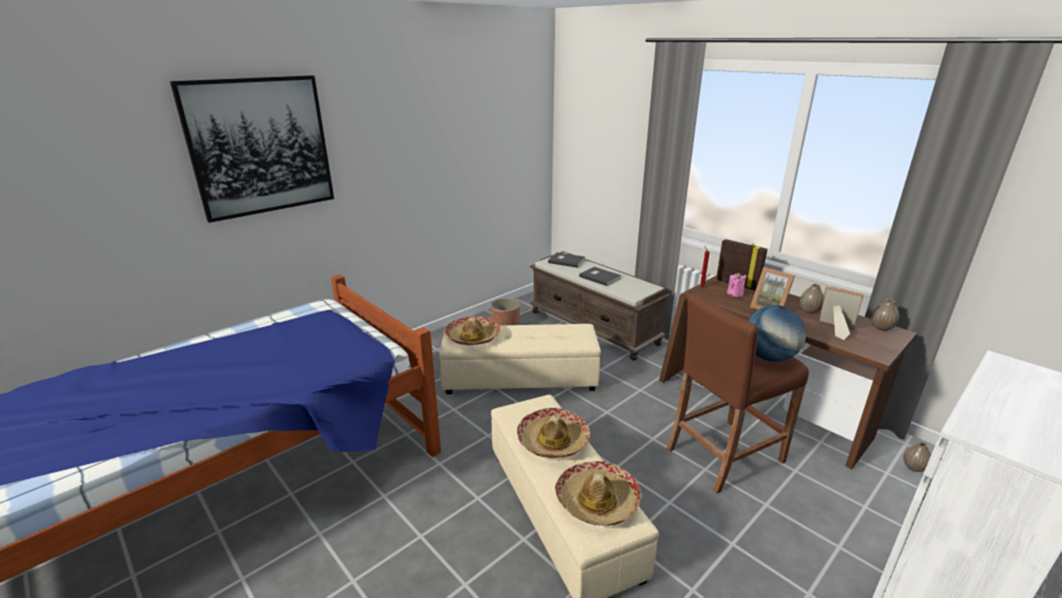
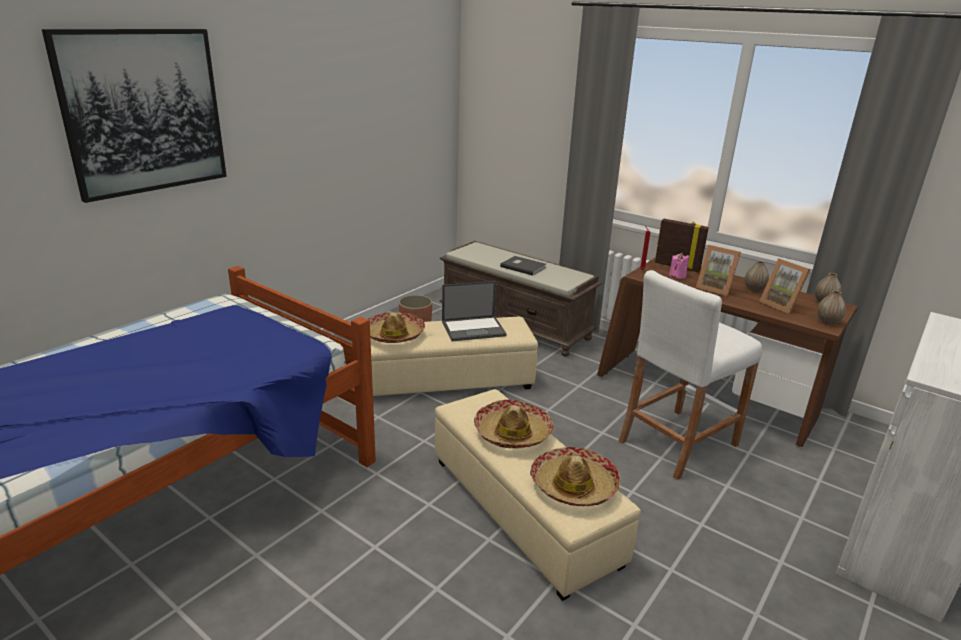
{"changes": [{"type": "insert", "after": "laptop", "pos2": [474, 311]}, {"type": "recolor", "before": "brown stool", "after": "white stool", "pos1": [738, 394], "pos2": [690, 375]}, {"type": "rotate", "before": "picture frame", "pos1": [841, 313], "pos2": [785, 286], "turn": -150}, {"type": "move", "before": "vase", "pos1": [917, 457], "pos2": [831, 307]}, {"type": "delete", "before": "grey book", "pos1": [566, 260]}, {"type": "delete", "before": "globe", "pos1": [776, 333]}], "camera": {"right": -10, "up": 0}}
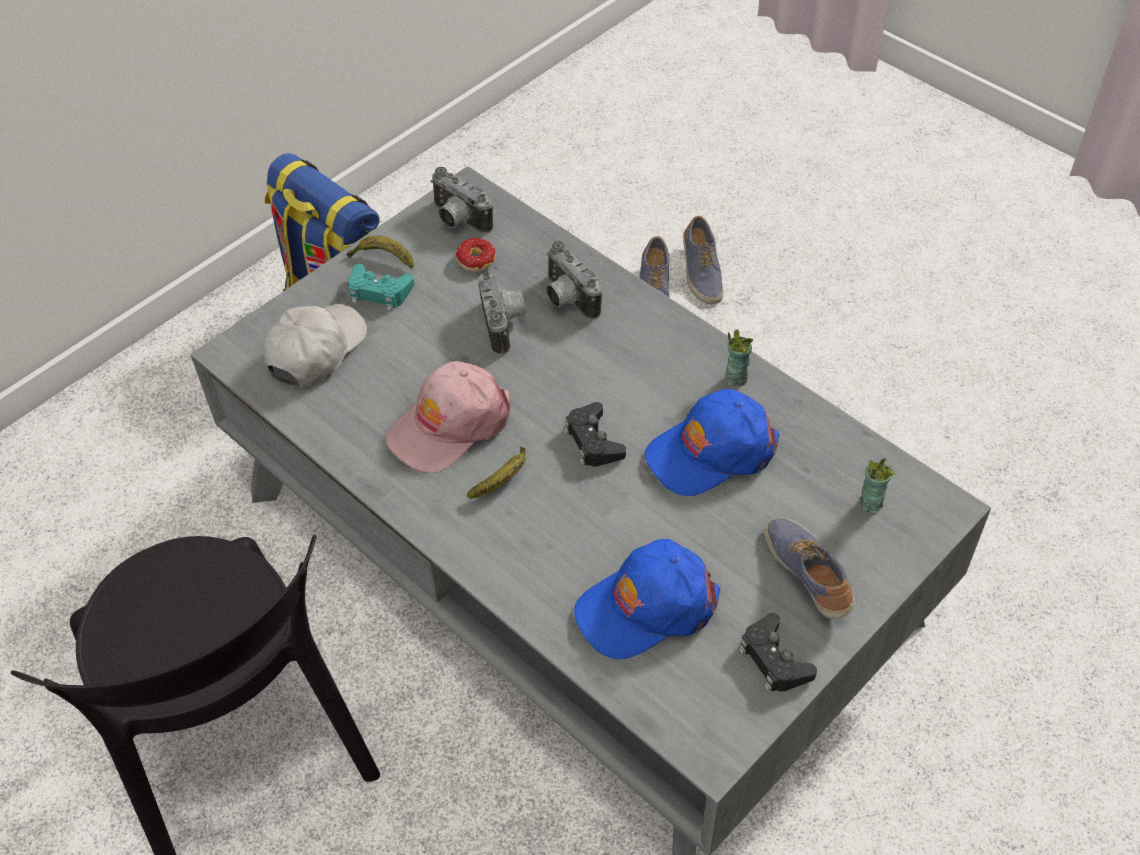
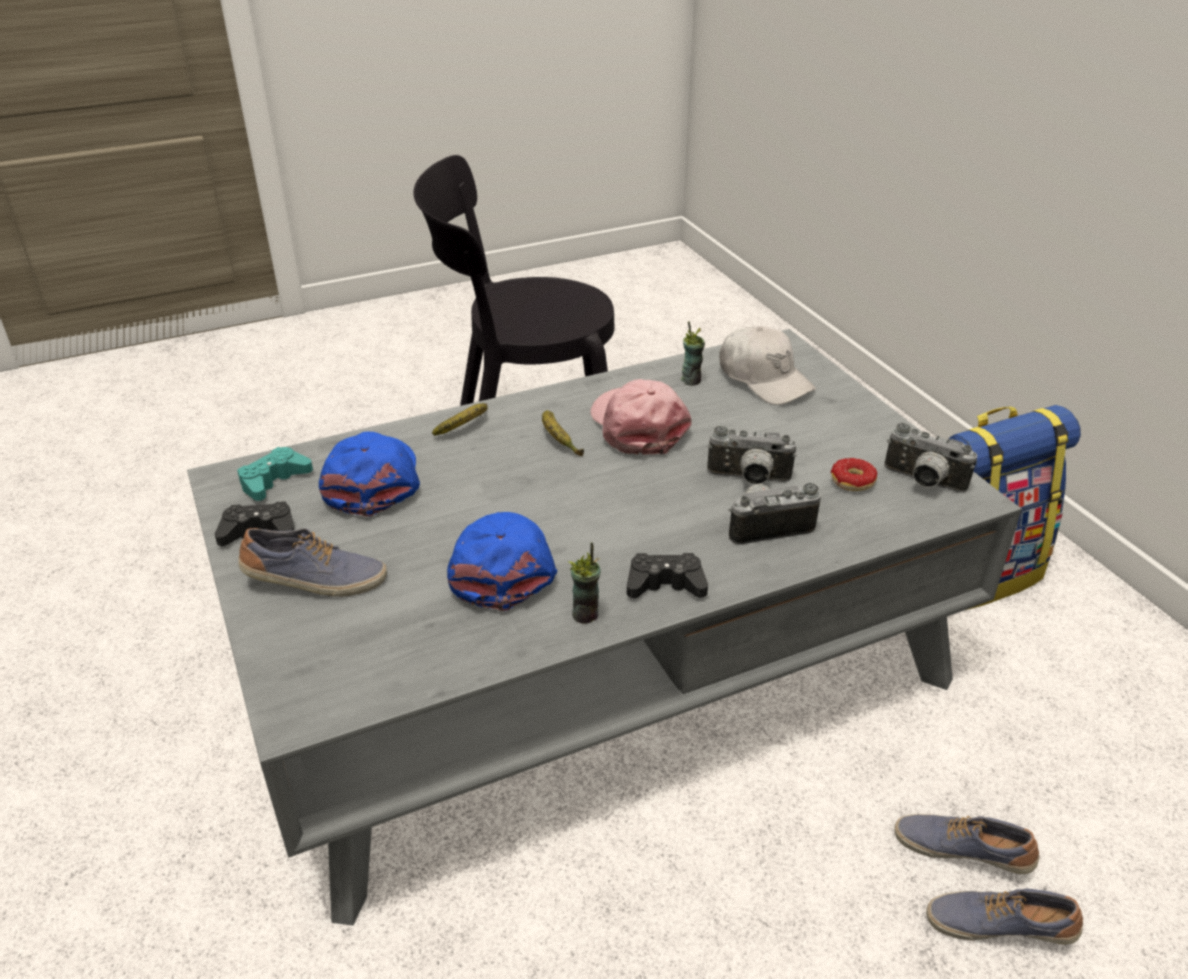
{"changes": [{"type": "move", "before": "turquoise game controller", "pos1": [381, 287], "pos2": [275, 474]}, {"type": "move", "before": "banana", "pos1": [380, 252], "pos2": [460, 419]}, {"type": "move", "before": "black game controller", "pos1": [595, 434], "pos2": [667, 575]}, {"type": "move", "before": "cup", "pos1": [877, 486], "pos2": [693, 353]}, {"type": "rotate", "before": "photo camera", "pos1": [461, 200], "pos2": [930, 458], "turn": -120}], "camera": {"right": 110, "up": -15}}
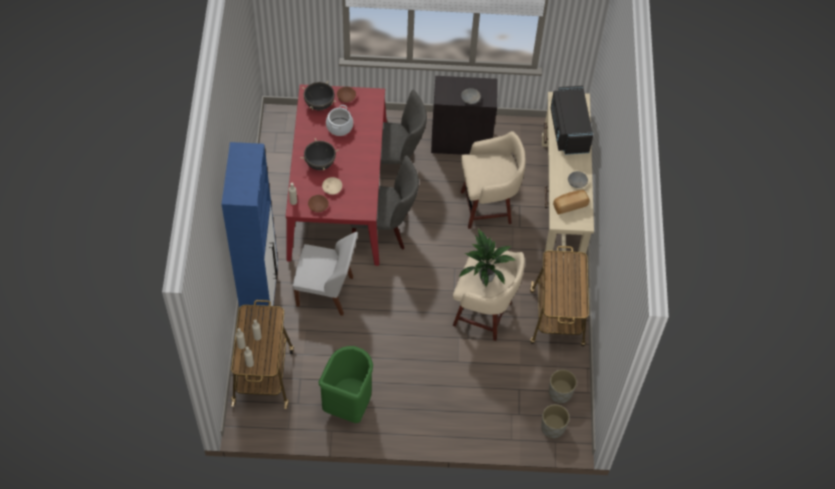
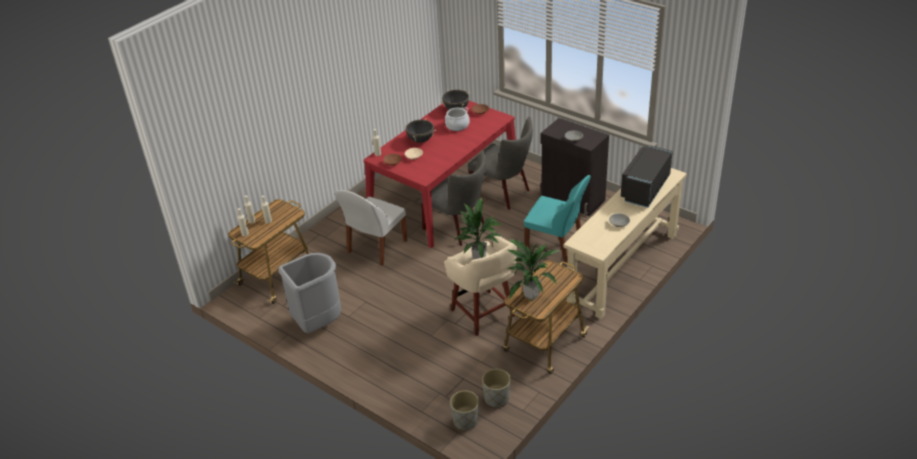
{"changes": [{"type": "recolor", "before": "green trash can", "after": "grey trash can", "pos1": [346, 384], "pos2": [309, 293]}, {"type": "rotate", "before": "white chair", "pos1": [325, 274], "pos2": [370, 228], "turn": 75}, {"type": "insert", "after": "potted plant", "pos2": [533, 270]}, {"type": "replace", "before": "beige stool", "after": "turquoise chair", "pos1": [493, 180], "pos2": [557, 219]}, {"type": "delete", "before": "blue cabinet", "pos1": [249, 233]}, {"type": "delete", "before": "bread", "pos1": [571, 202]}], "camera": {"right": 40, "up": -20}}
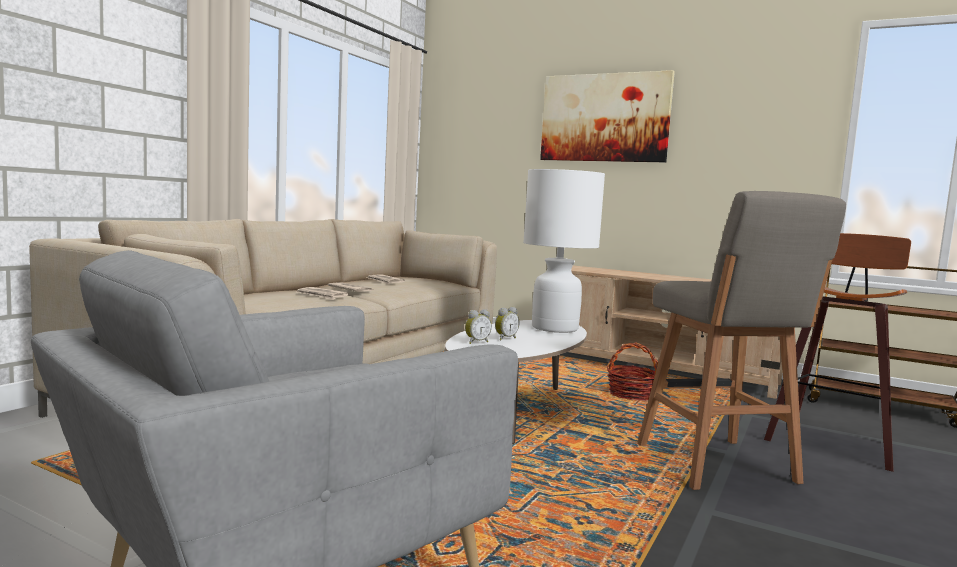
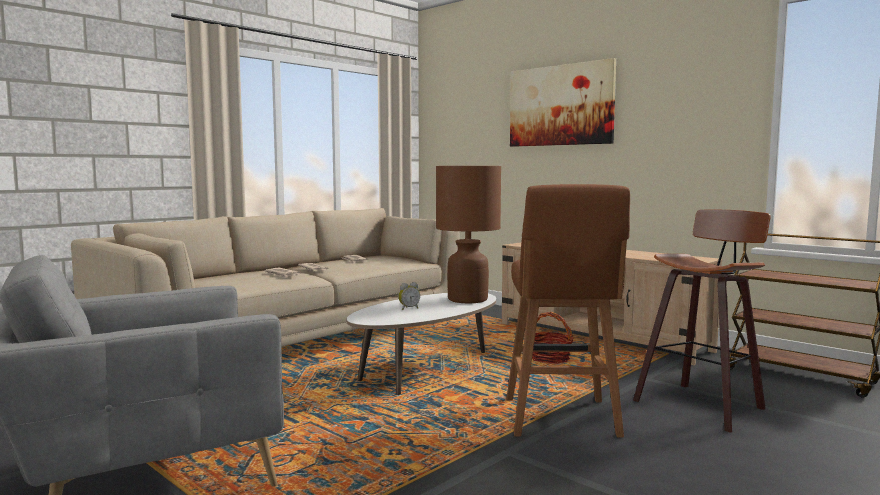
{"changes": [{"type": "recolor", "before": "white table lamp", "after": "brown table lamp", "pos1": [564, 251], "pos2": [468, 234]}, {"type": "recolor", "before": "grey stool", "after": "brown stool", "pos1": [741, 340], "pos2": [568, 311]}, {"type": "delete", "before": "alarm clock", "pos1": [478, 326]}], "camera": {"right": 15, "up": 0}}
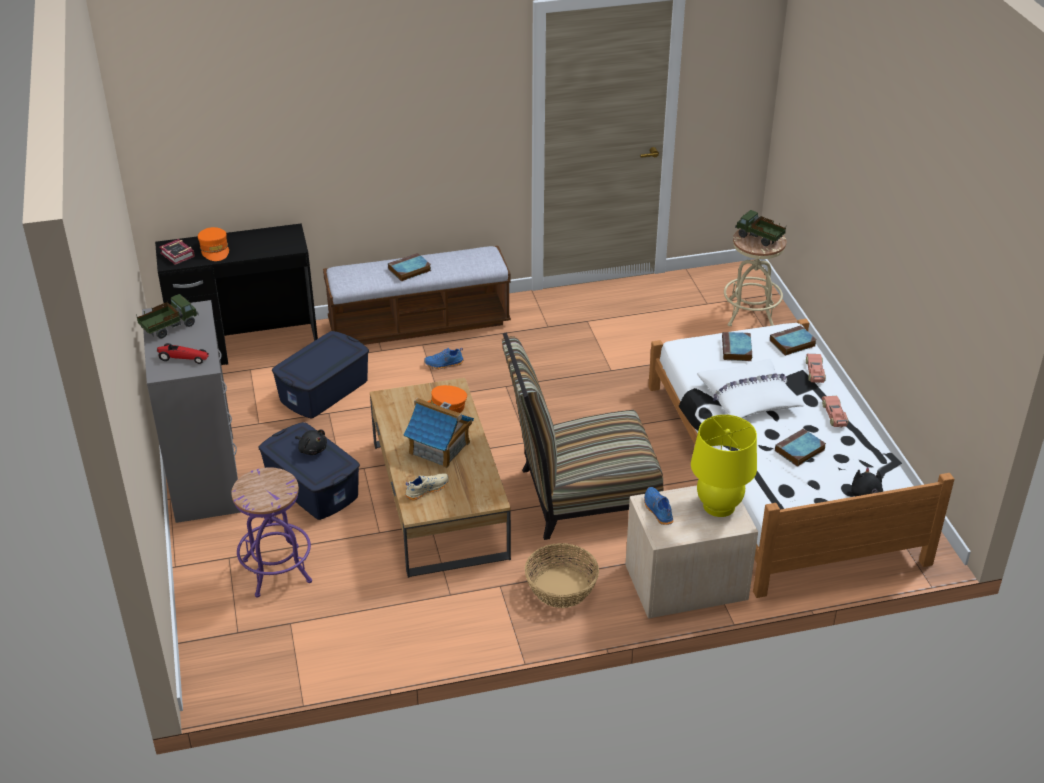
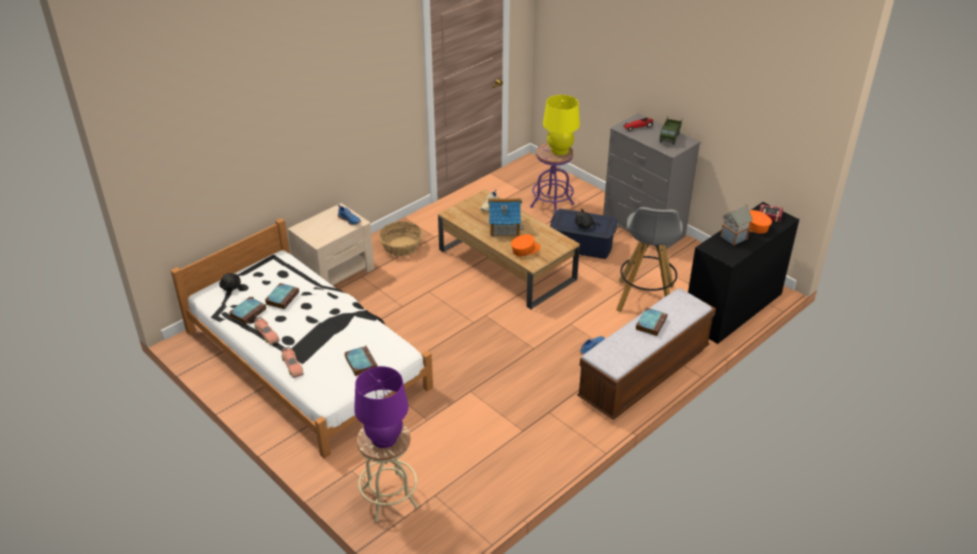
{"changes": [{"type": "move", "before": "book", "pos1": [793, 340], "pos2": [247, 311]}, {"type": "replace", "before": "toy truck", "after": "purple table lamp", "pos1": [760, 228], "pos2": [381, 407]}, {"type": "move", "before": "yellow table lamp", "pos1": [724, 466], "pos2": [561, 125]}, {"type": "replace", "before": "blue storage box", "after": "grey stool", "pos1": [320, 374], "pos2": [649, 259]}, {"type": "insert", "after": "toy house", "pos2": [736, 225]}, {"type": "delete", "before": "chair", "pos1": [582, 436]}, {"type": "delete", "before": "white pillow", "pos1": [751, 388]}], "camera": {"right": 150, "up": 0}}
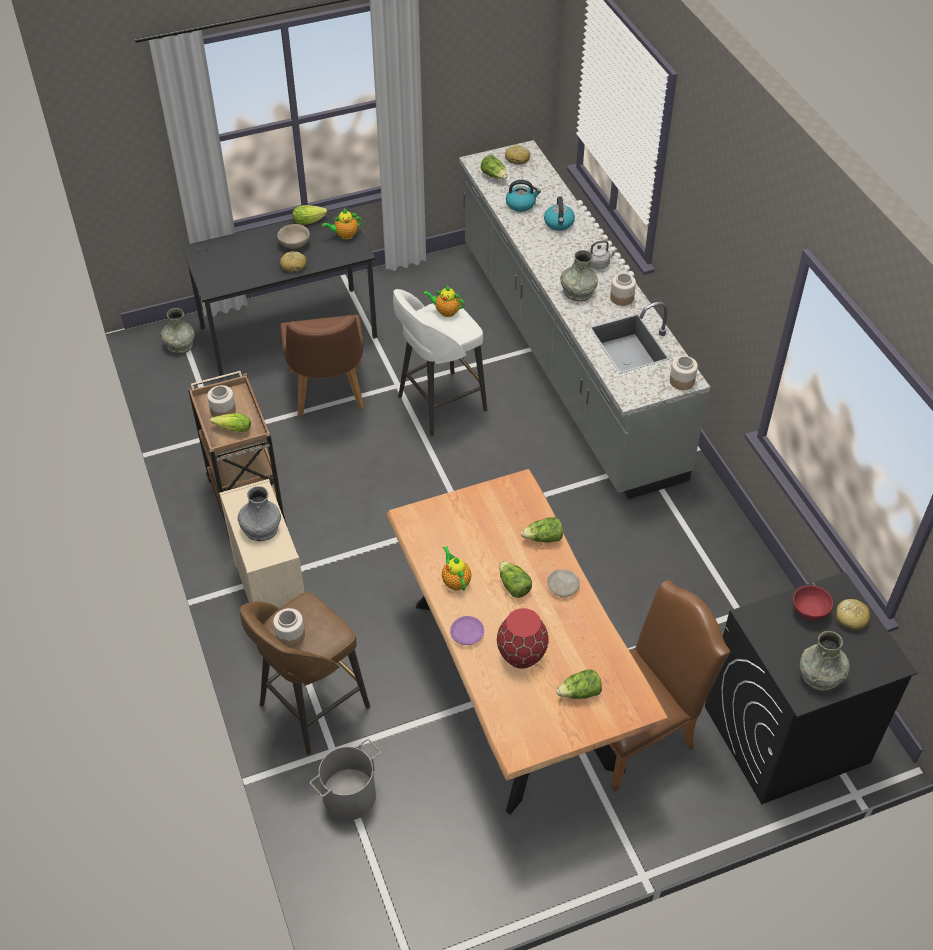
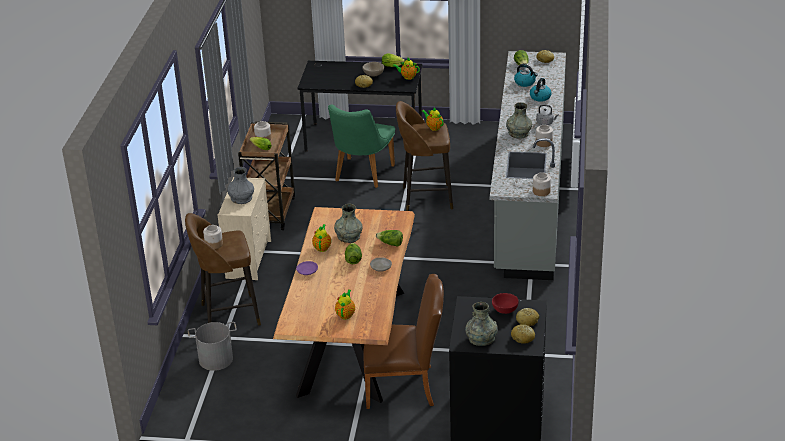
{"changes": [{"type": "recolor", "before": "brown chair", "after": "green chair", "pos1": [322, 365], "pos2": [361, 146]}, {"type": "move", "before": "grey vase", "pos1": [177, 331], "pos2": [348, 223]}, {"type": "replace", "before": "lettuce", "after": "teapot", "pos1": [579, 684], "pos2": [345, 305]}, {"type": "recolor", "before": "white stool", "after": "brown stool", "pos1": [440, 362], "pos2": [424, 156]}, {"type": "insert", "after": "bread", "pos2": [523, 334]}, {"type": "delete", "before": "red vase", "pos1": [522, 638]}], "camera": {"right": 30, "up": -15}}
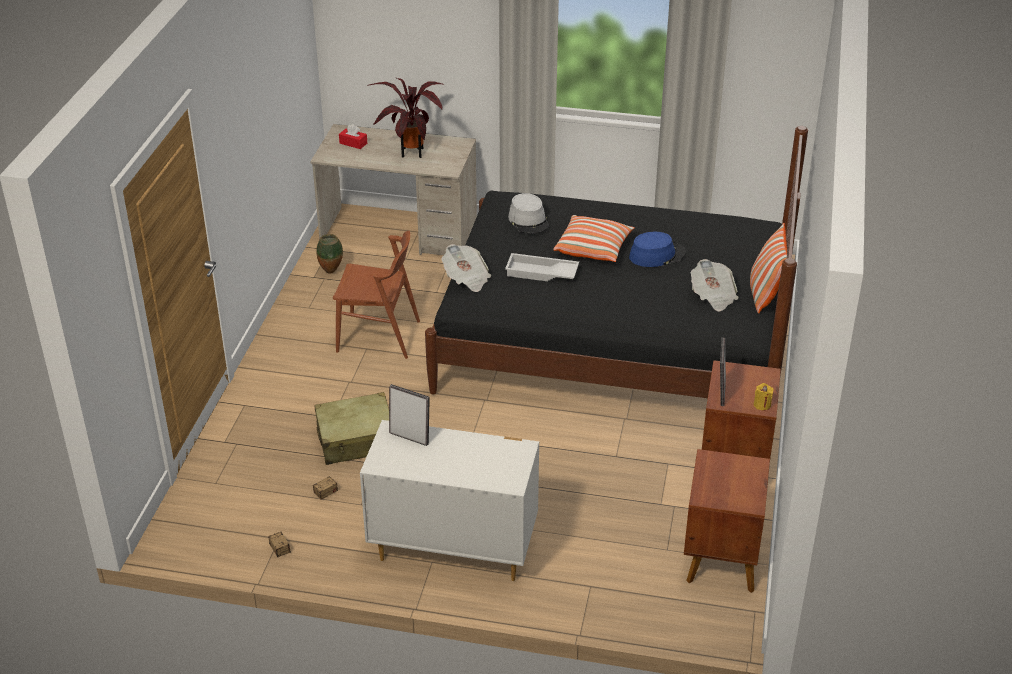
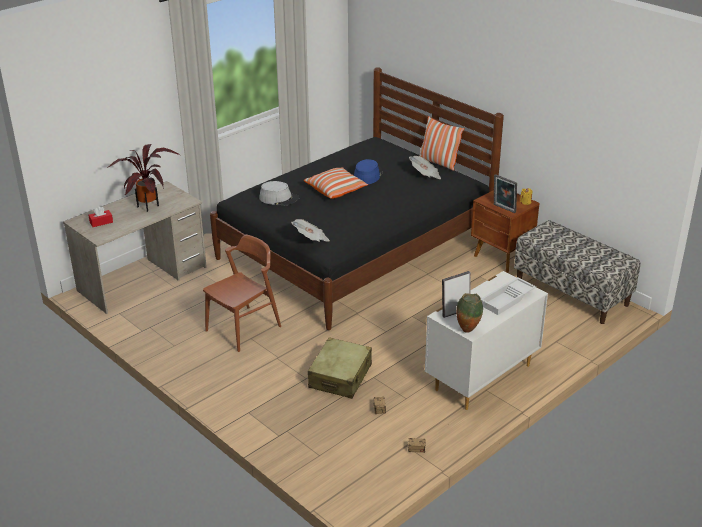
{"changes": [{"type": "move", "before": "vase", "pos1": [329, 254], "pos2": [469, 313]}, {"type": "move", "before": "white tray", "pos1": [542, 267], "pos2": [508, 296]}, {"type": "replace", "before": "brown nightstand", "after": "bench", "pos1": [727, 521], "pos2": [577, 272]}], "camera": {"right": -55, "up": -5}}
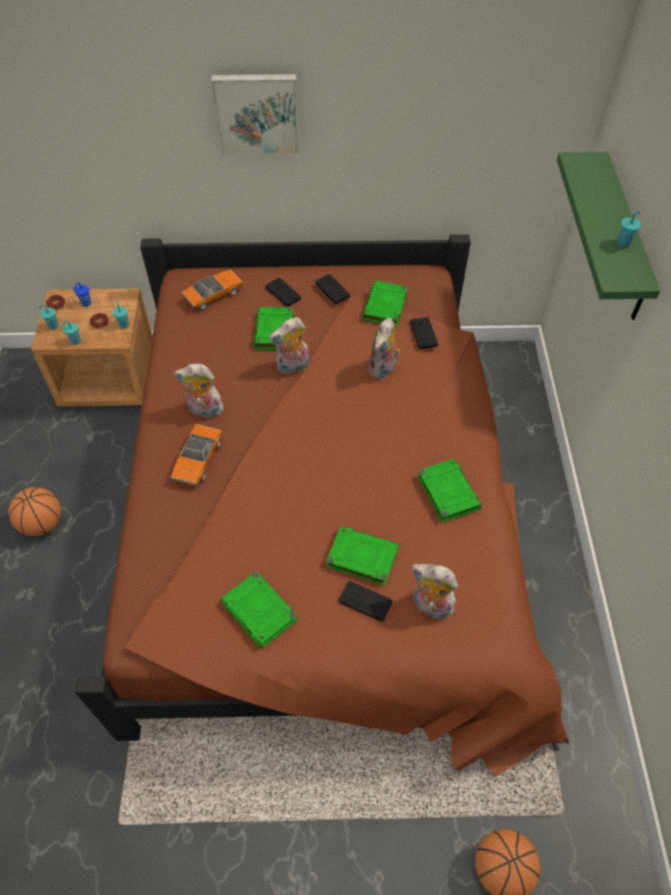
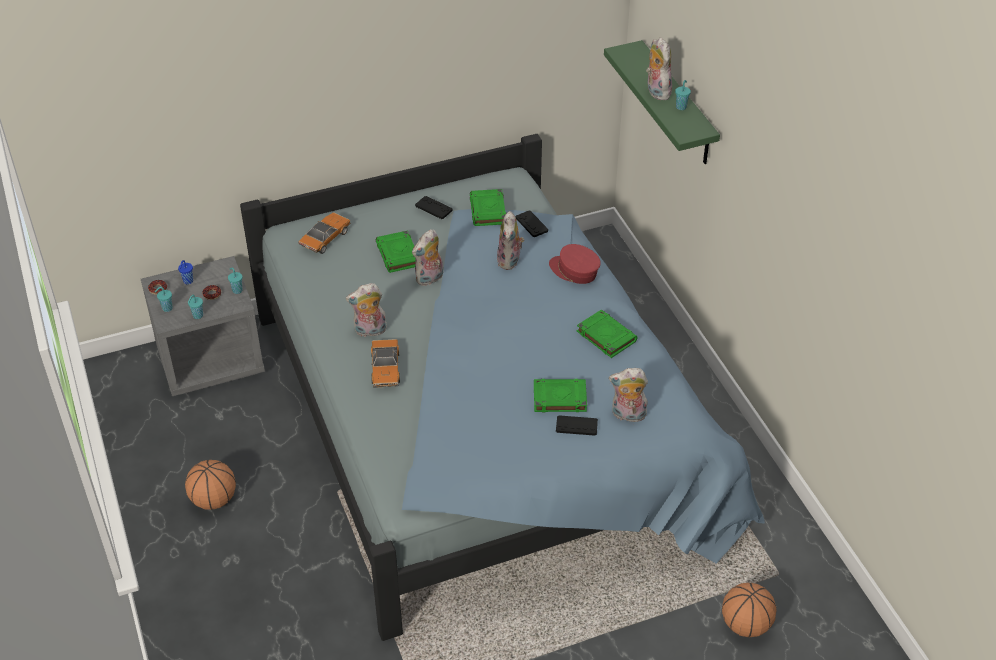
{"changes": [{"type": "recolor", "before": "brown nightstand", "after": "grey nightstand", "pos1": [92, 347], "pos2": [203, 326]}, {"type": "recolor", "before": "brown bed", "after": "blue bed", "pos1": [322, 505], "pos2": [502, 387]}, {"type": "insert", "after": "red cap", "pos2": [575, 264]}, {"type": "insert", "after": "plush toy", "pos2": [659, 68]}, {"type": "delete", "before": "picture", "pos1": [255, 115]}, {"type": "delete", "before": "green book", "pos1": [259, 610]}, {"type": "delete", "before": "black game controller", "pos1": [283, 292]}], "camera": {"right": -20, "up": -10}}
